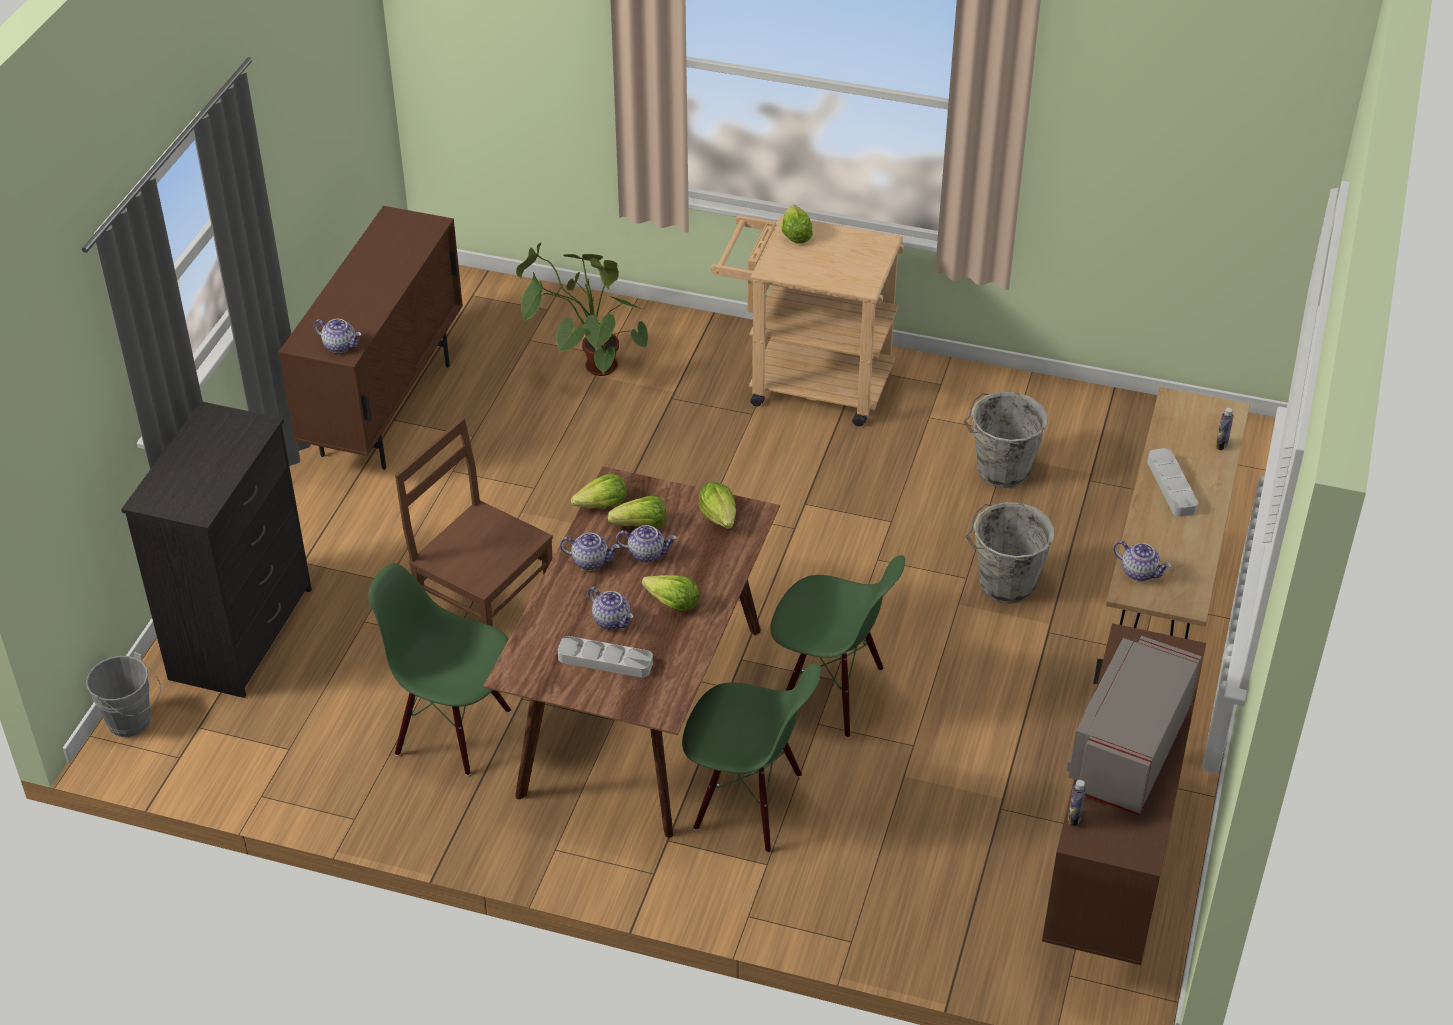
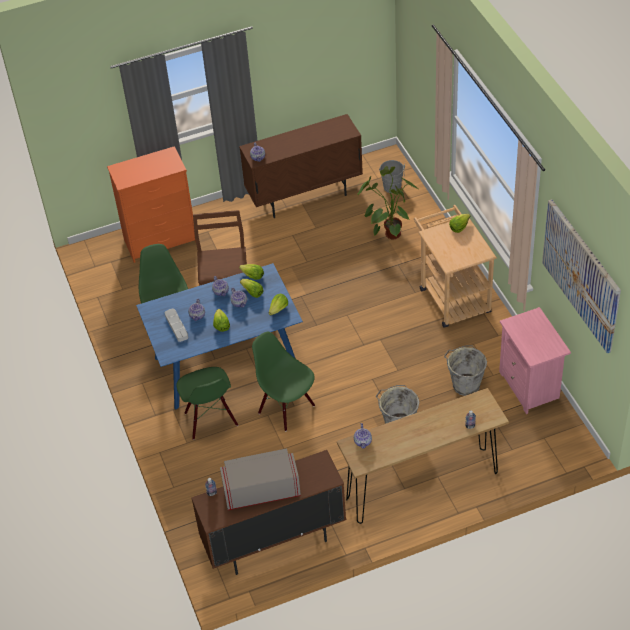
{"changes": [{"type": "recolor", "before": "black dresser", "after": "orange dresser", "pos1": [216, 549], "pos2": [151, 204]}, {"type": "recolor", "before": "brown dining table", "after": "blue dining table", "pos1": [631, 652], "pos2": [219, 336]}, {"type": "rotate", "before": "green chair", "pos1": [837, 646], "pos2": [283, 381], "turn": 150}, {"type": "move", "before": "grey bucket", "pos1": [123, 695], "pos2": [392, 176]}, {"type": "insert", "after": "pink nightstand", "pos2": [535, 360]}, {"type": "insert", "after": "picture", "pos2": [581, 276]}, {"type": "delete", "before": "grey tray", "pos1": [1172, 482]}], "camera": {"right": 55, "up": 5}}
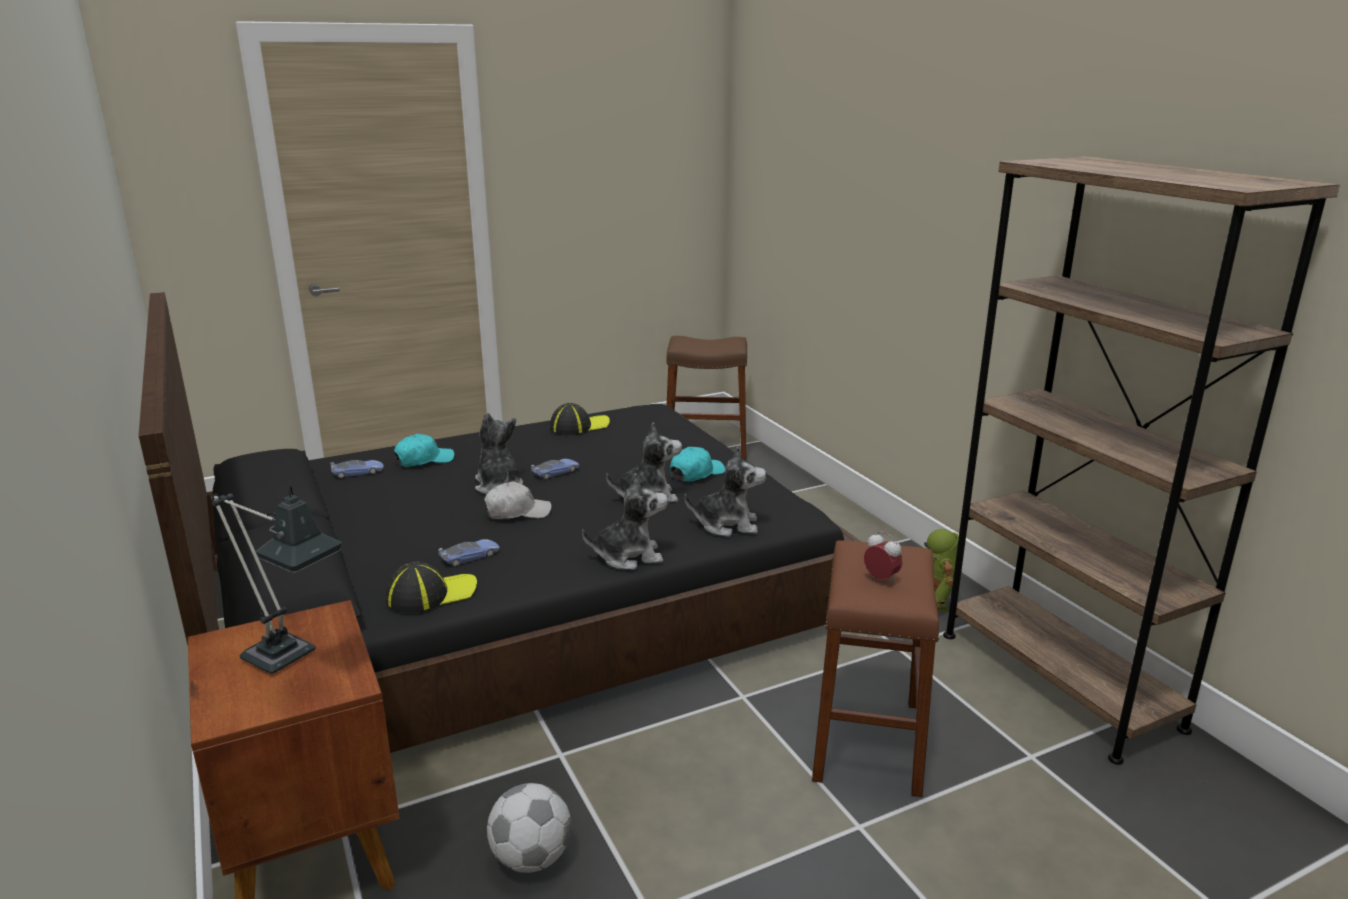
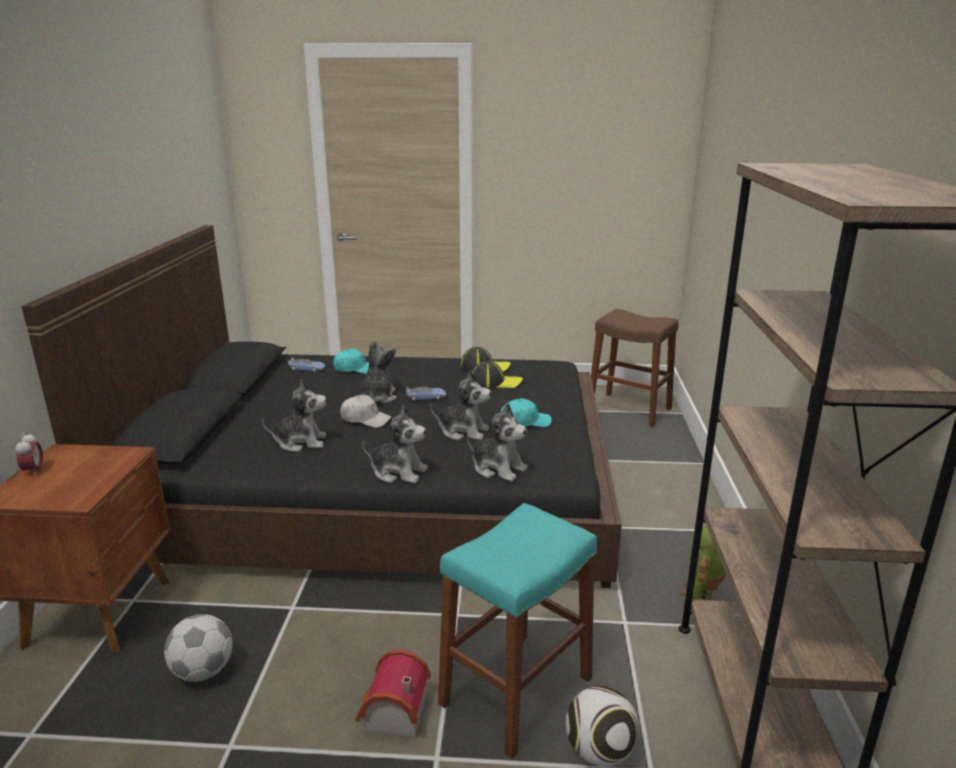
{"changes": [{"type": "move", "before": "alarm clock", "pos1": [883, 556], "pos2": [29, 454]}, {"type": "replace", "before": "toy car", "after": "plush toy", "pos1": [469, 553], "pos2": [294, 415]}, {"type": "insert", "after": "toy house", "pos2": [393, 694]}, {"type": "recolor", "before": "brown stool", "after": "turquoise stool", "pos1": [875, 668], "pos2": [517, 630]}, {"type": "move", "before": "cap", "pos1": [431, 587], "pos2": [497, 374]}, {"type": "insert", "after": "football", "pos2": [602, 726]}, {"type": "delete", "before": "table lamp", "pos1": [276, 579]}], "camera": {"right": 30, "up": 0}}
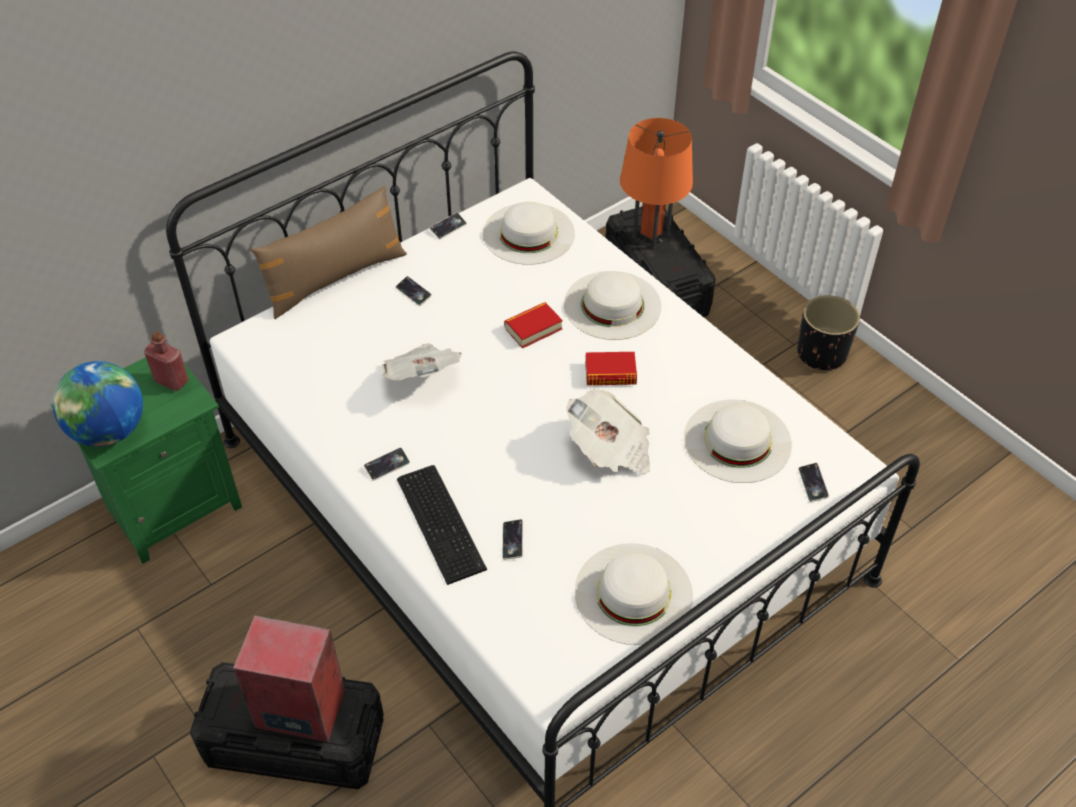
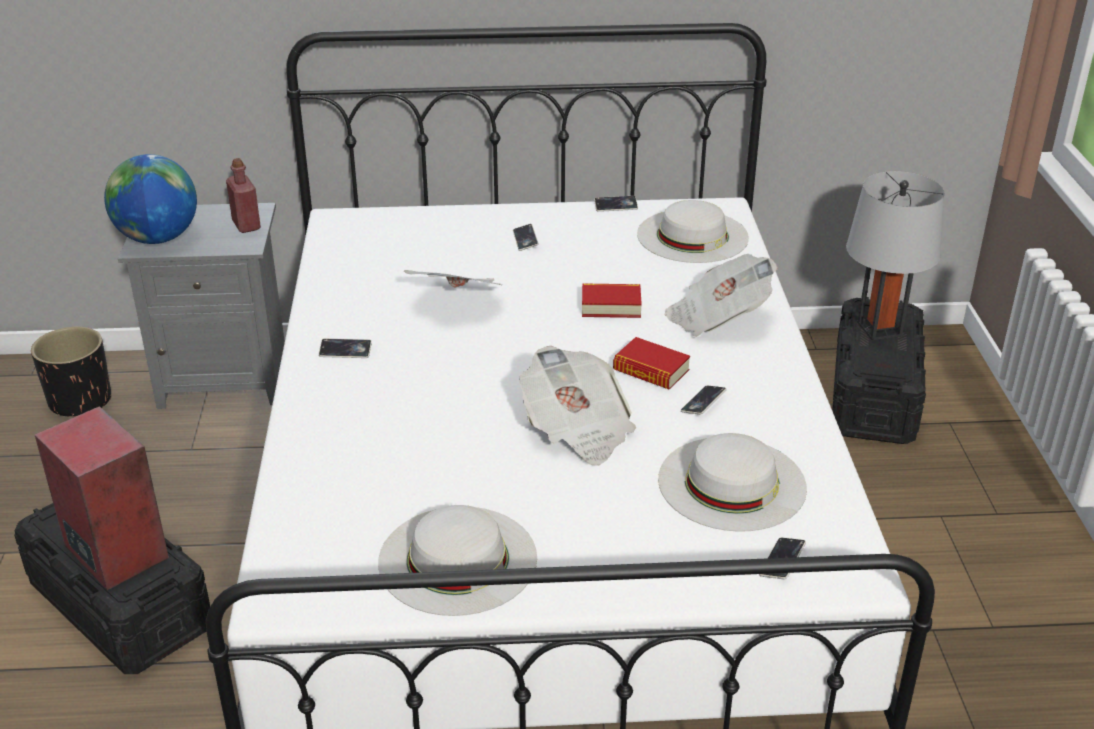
{"changes": [{"type": "move", "before": "black planter", "pos1": [828, 332], "pos2": [71, 372]}, {"type": "recolor", "before": "green nightstand", "after": "grey nightstand", "pos1": [146, 454], "pos2": [201, 306]}, {"type": "replace", "before": "white hat", "after": "newspaper", "pos1": [612, 305], "pos2": [721, 295]}, {"type": "move", "before": "phone", "pos1": [512, 539], "pos2": [704, 400]}, {"type": "recolor", "before": "orange table lamp", "after": "grey table lamp", "pos1": [656, 183], "pos2": [895, 255]}, {"type": "delete", "before": "brown pillow", "pos1": [329, 252]}, {"type": "delete", "before": "keyboard", "pos1": [442, 525]}], "camera": {"right": 35, "up": -15}}
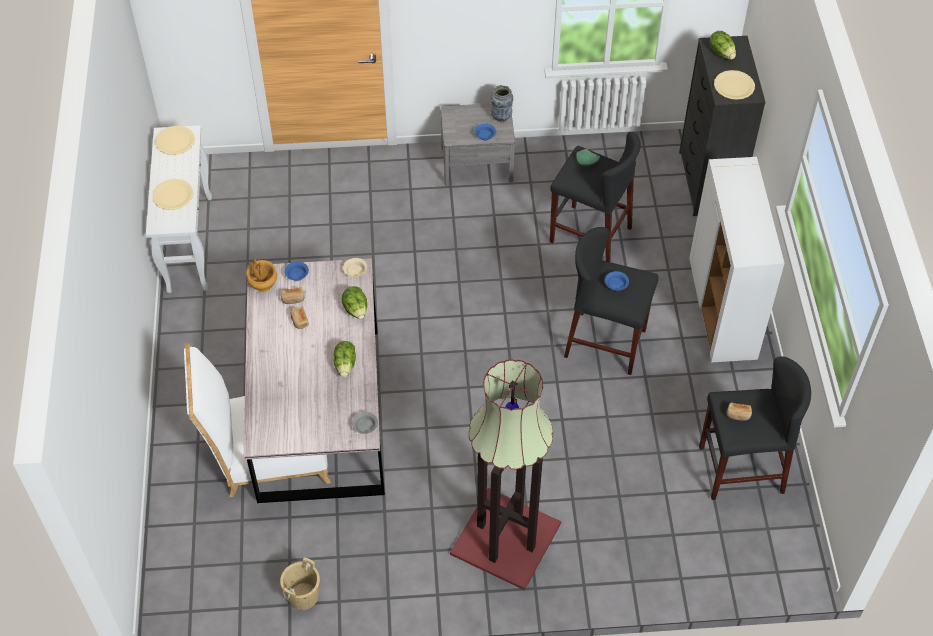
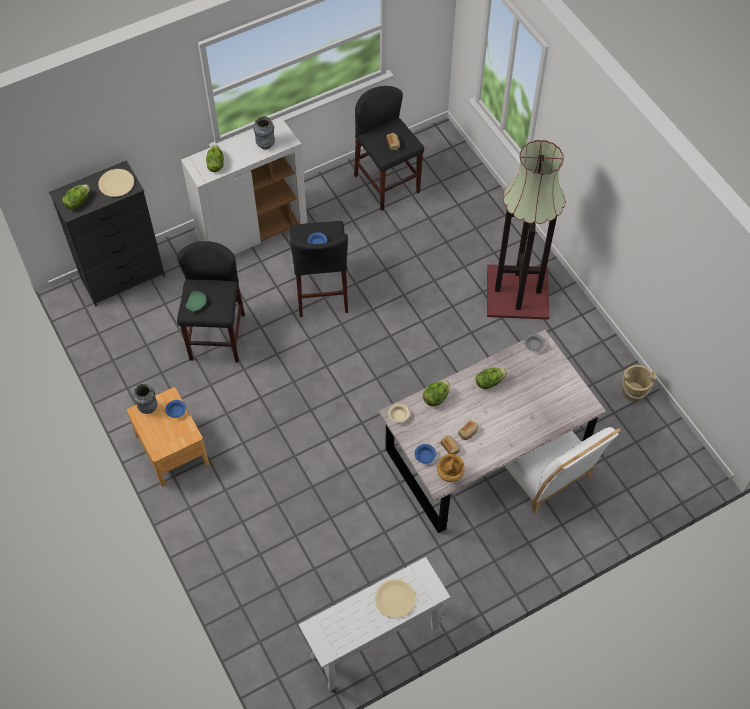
{"changes": [{"type": "recolor", "before": "grey nightstand", "after": "brown nightstand", "pos1": [478, 144], "pos2": [168, 437]}, {"type": "insert", "after": "lettuce", "pos2": [215, 158]}, {"type": "insert", "after": "vase", "pos2": [264, 133]}, {"type": "delete", "before": "beige plate", "pos1": [175, 140]}], "camera": {"right": -115, "up": 5}}
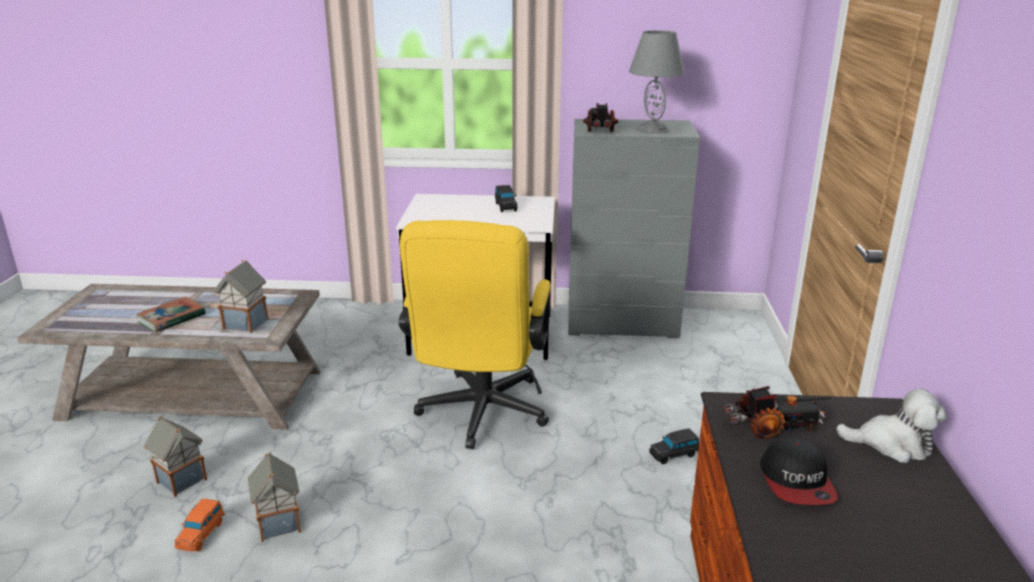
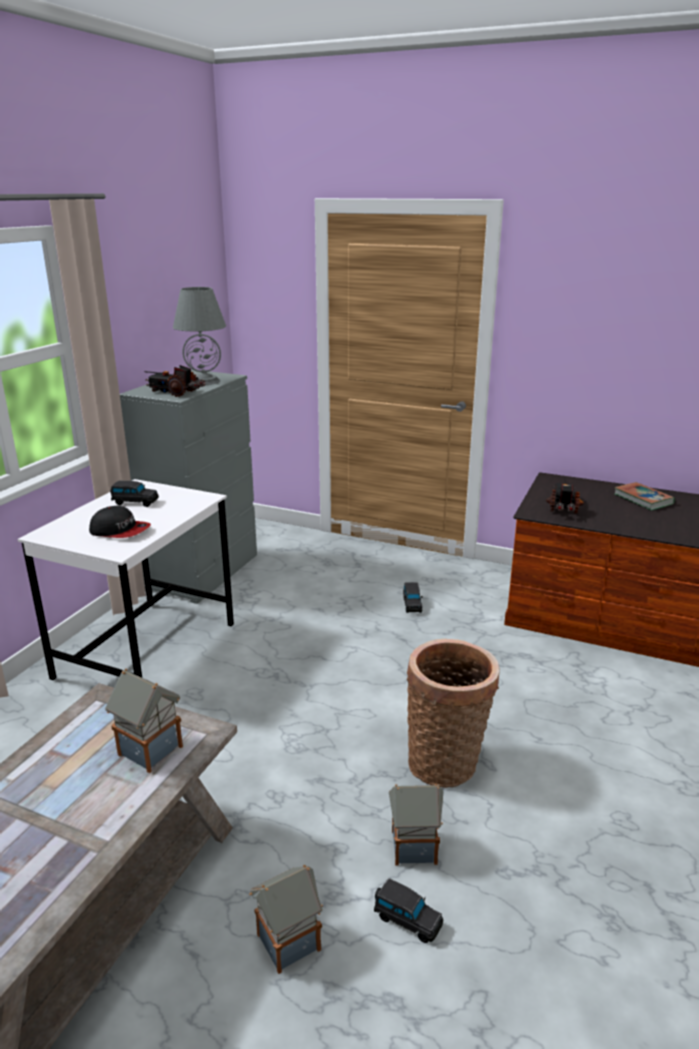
{"changes": [{"type": "move", "before": "cap", "pos1": [799, 471], "pos2": [120, 522]}, {"type": "recolor", "before": "orange toy car", "after": "black toy car", "pos1": [200, 525], "pos2": [408, 910]}, {"type": "insert", "after": "basket", "pos2": [453, 713]}, {"type": "move", "before": "book", "pos1": [171, 314], "pos2": [644, 496]}, {"type": "delete", "before": "yellow office chair", "pos1": [475, 334]}, {"type": "delete", "before": "plush toy", "pos1": [891, 426]}], "camera": {"right": -70, "up": 0}}
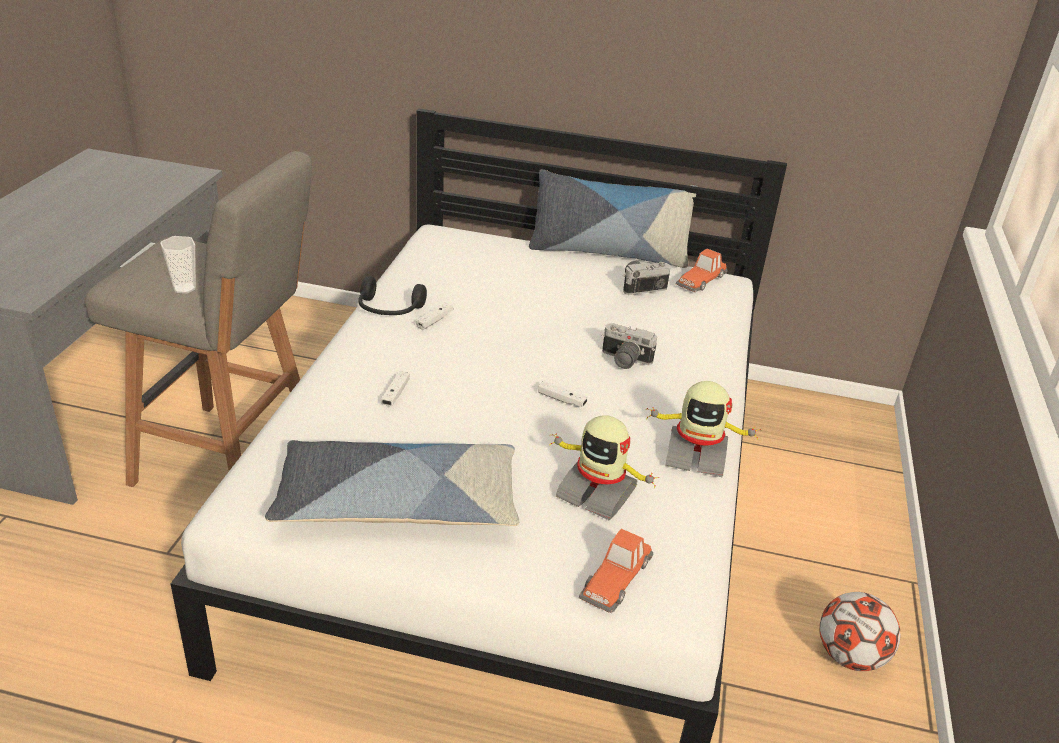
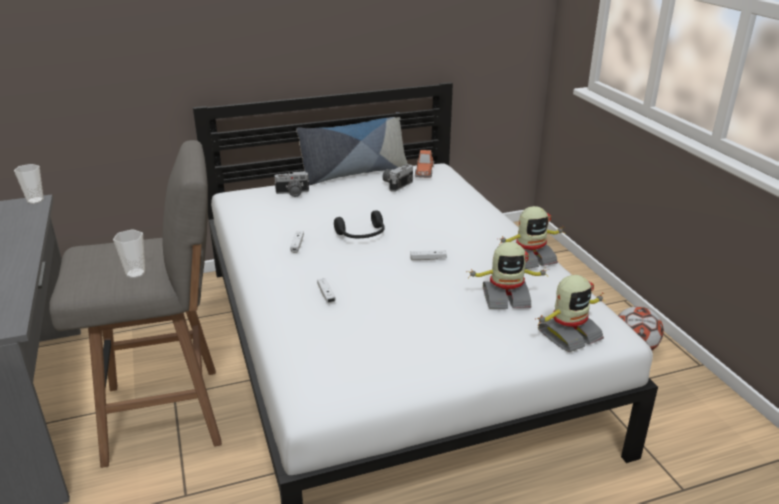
{"changes": [{"type": "insert", "after": "cup", "pos2": [29, 184]}, {"type": "move", "before": "photo camera", "pos1": [629, 346], "pos2": [291, 184]}, {"type": "move", "before": "black headphones", "pos1": [392, 295], "pos2": [359, 224]}, {"type": "replace", "before": "toy car", "after": "toy robot", "pos1": [616, 571], "pos2": [570, 313]}, {"type": "delete", "before": "pillow", "pos1": [392, 483]}], "camera": {"right": -30, "up": -5}}
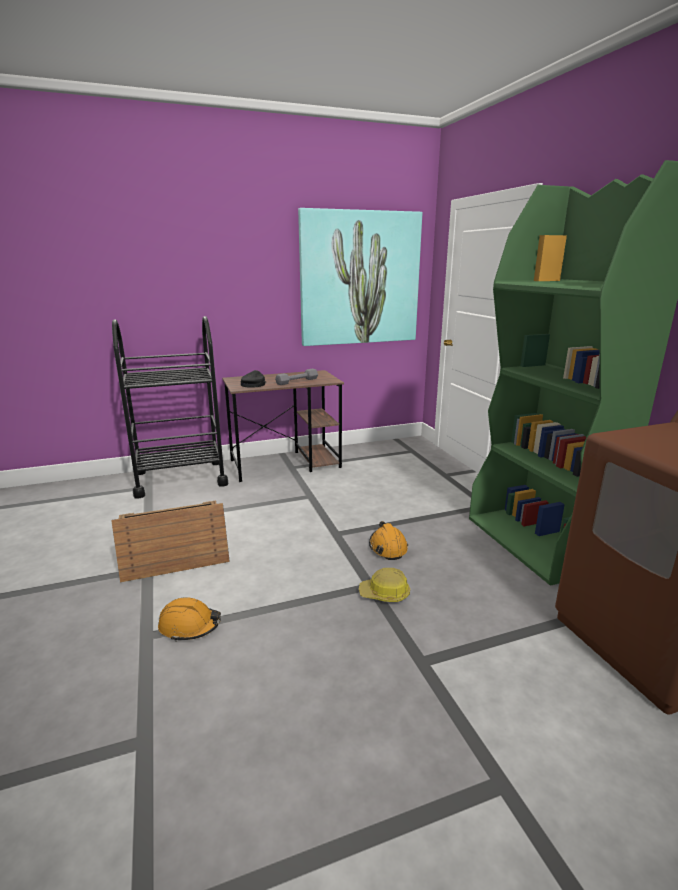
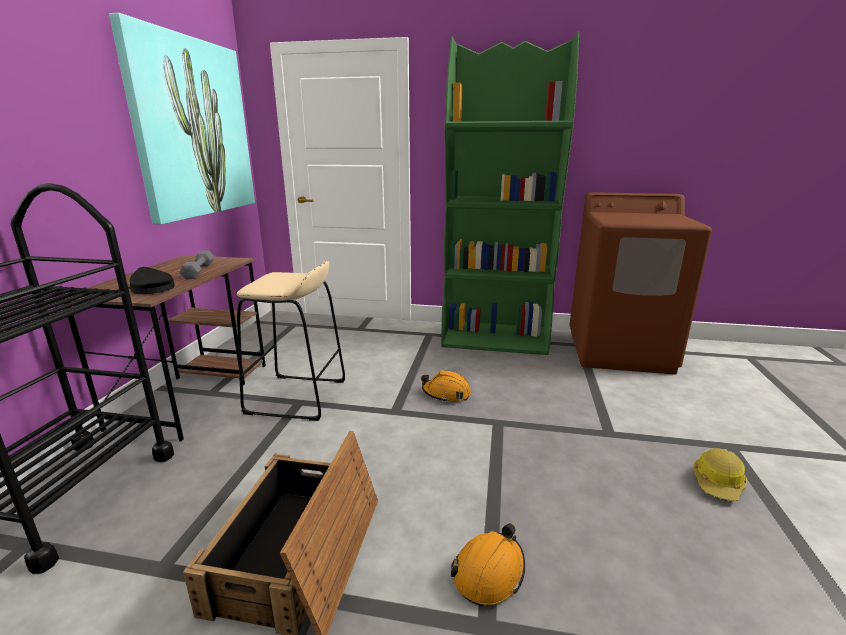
{"changes": [{"type": "insert", "after": "beige stool", "pos2": [290, 340]}, {"type": "move", "before": "hard hat", "pos1": [384, 585], "pos2": [720, 474]}], "camera": {"right": -60, "up": 0}}
